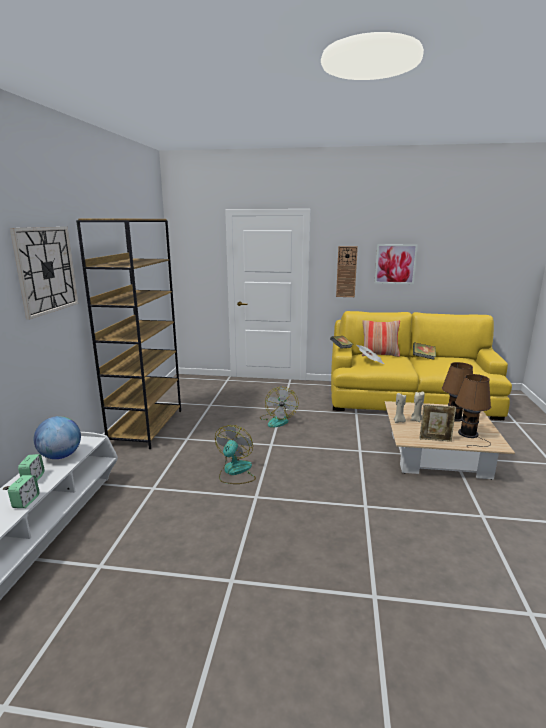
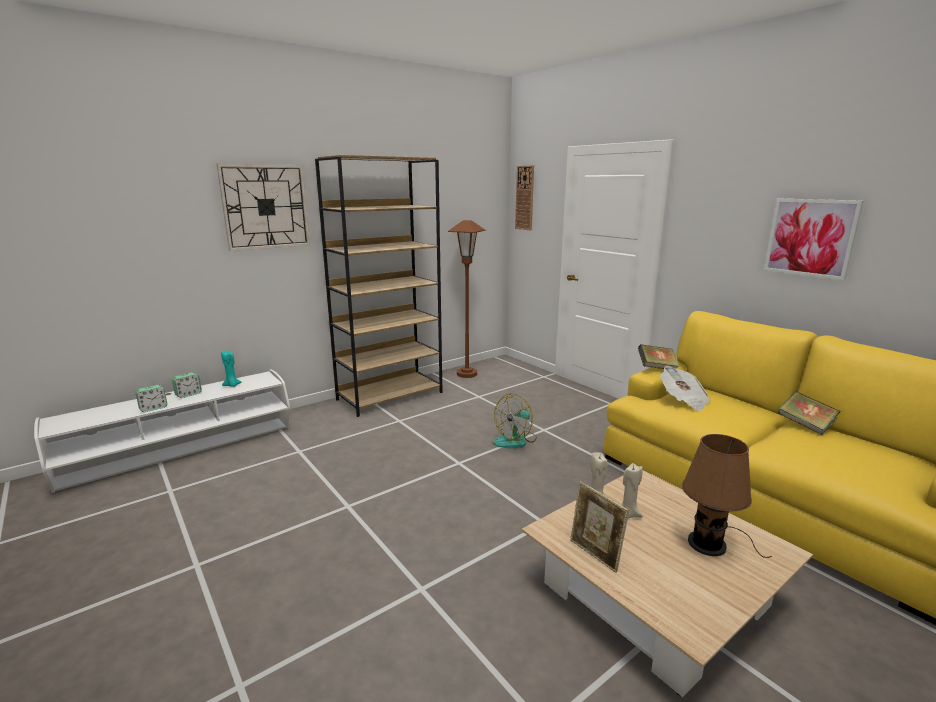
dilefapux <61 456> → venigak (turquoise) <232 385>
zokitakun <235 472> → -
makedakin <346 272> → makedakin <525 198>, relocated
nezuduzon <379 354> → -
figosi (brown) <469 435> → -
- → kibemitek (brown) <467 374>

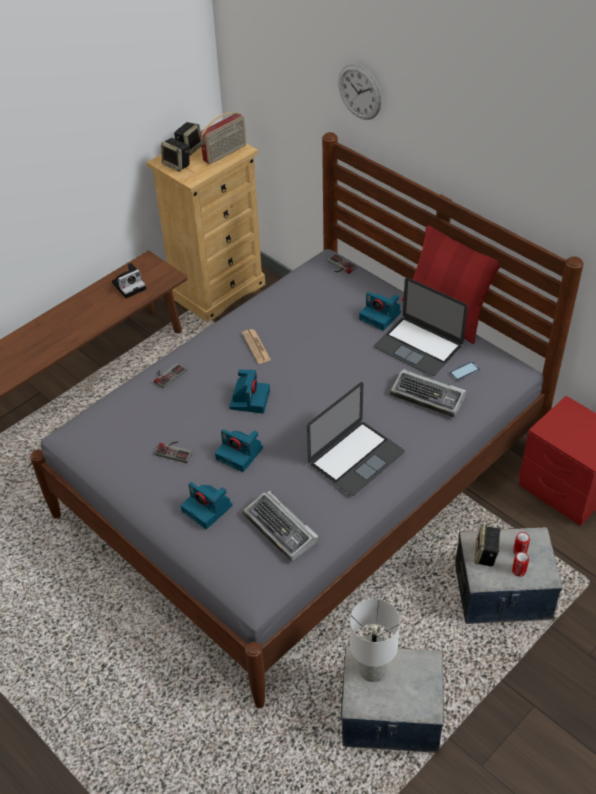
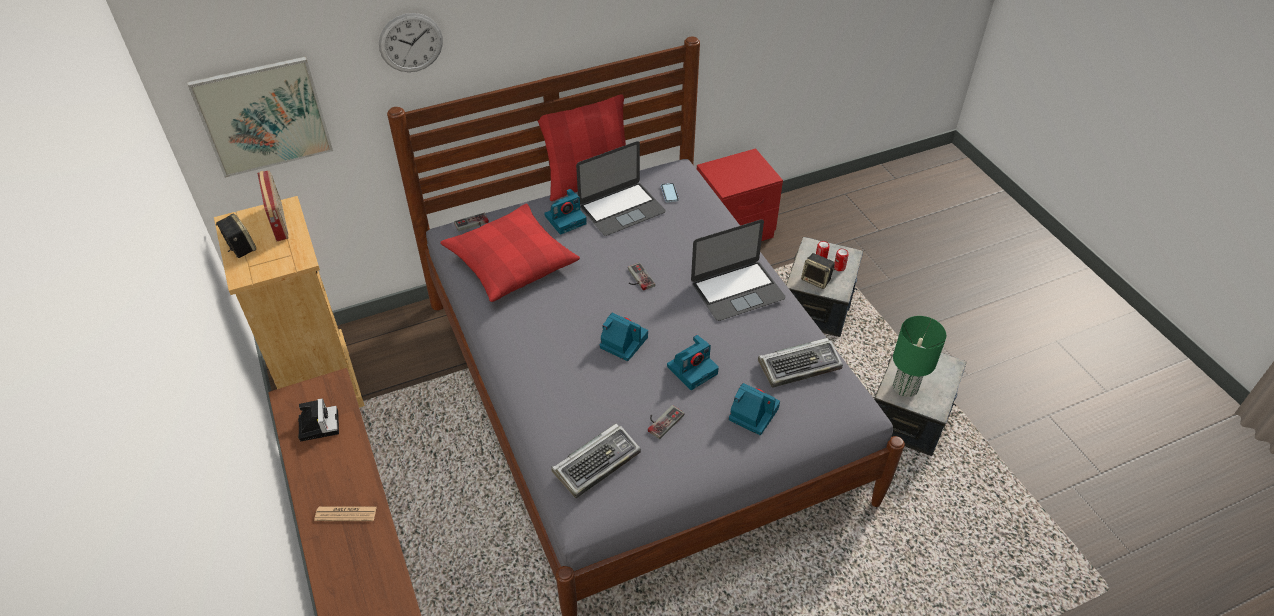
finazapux <167 374> → finazapux <637 278>, relocated
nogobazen <177 165> → -
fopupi <208 509> → fopupi <752 413>, 120 degrees counterclockwise
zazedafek <256 347> → zazedafek <346 514>, relocated
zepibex <356 458> → zepibex <737 290>, 90 degrees clockwise
figosi (white) <372 668> → figosi (green) <904 387>
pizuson <429 396> → pizuson <597 462>, relocated
- → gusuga <263 116>
- → nezuduzon (red) <511 262>

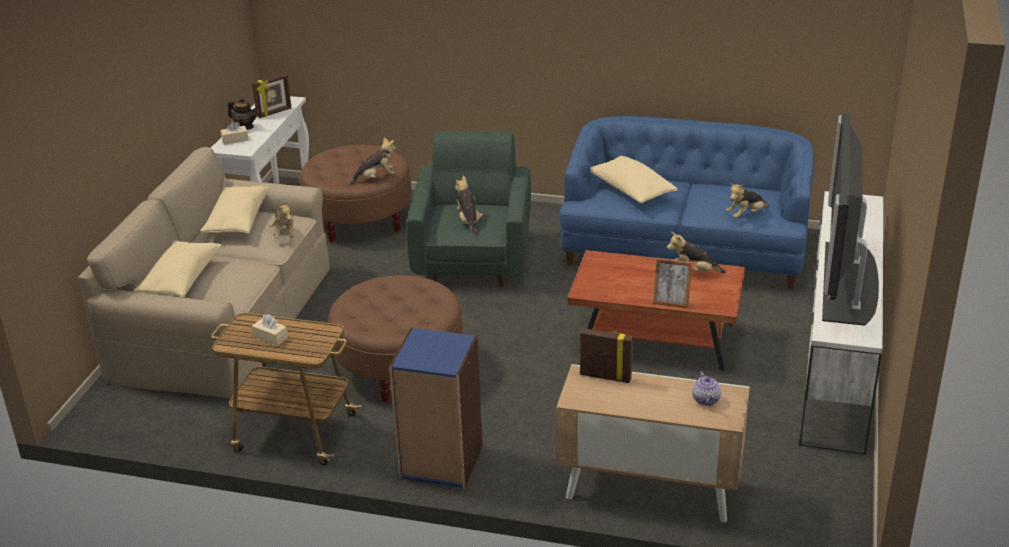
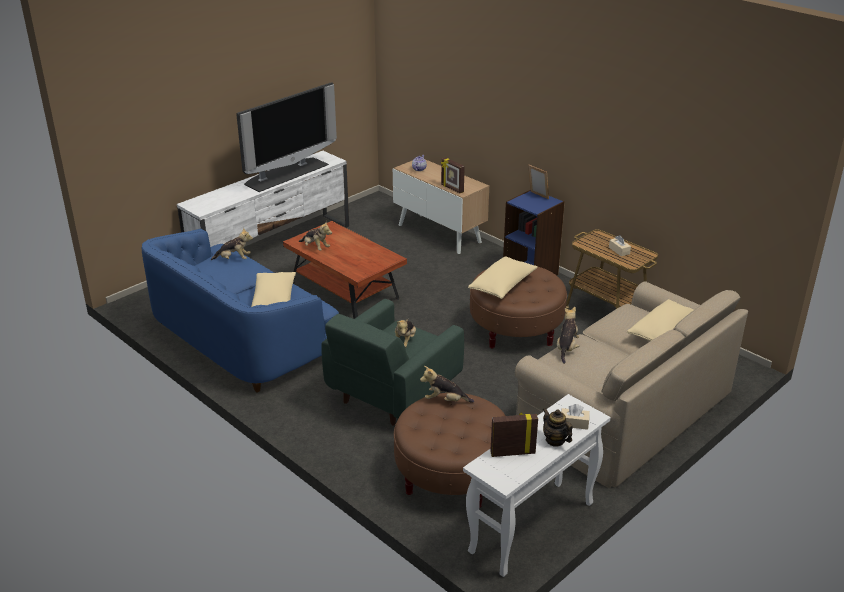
nezuduzon (beige) <237 221> → nezuduzon (beige) <502 286>, relocated
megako <671 303> → megako <537 196>, relocated

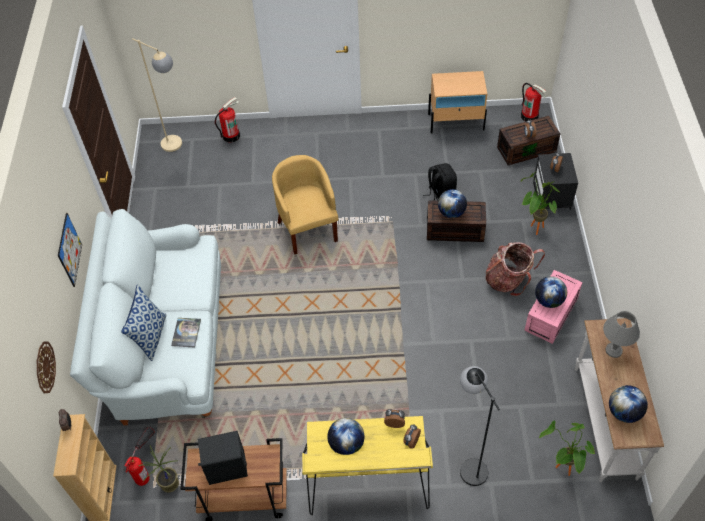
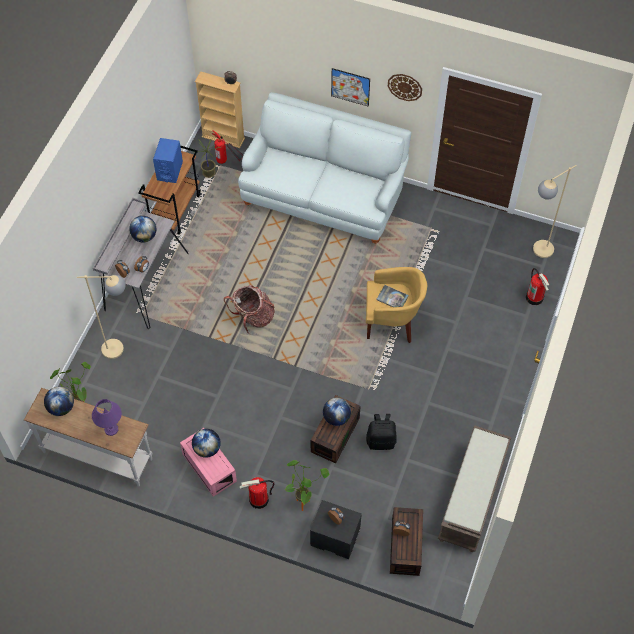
makedakin <45 367> → makedakin <405 87>, relocated
nezuduzon <150 336> → -
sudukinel <186 333> → sudukinel <392 298>, relocated
nogobazen (black) <226 468> → nogobazen (blue) <170 171>
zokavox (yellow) <367 482> → zokavox (grey) <144 282>
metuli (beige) <456 122> → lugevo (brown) <472 498>
kibemitek (black) <468 463> → kibemitek (beige) <120 349>
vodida <508 280> → vodida <253 317>, relocated
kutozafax <529 116> → kutozafax <258 500>, relocated
figosi (grey) <613 350> → figosi (purple) <111 428>

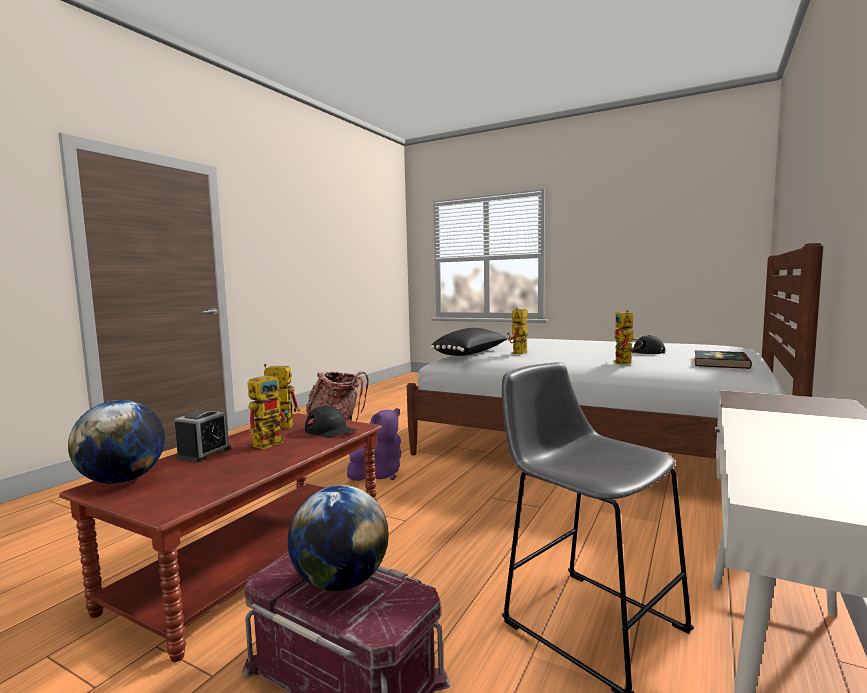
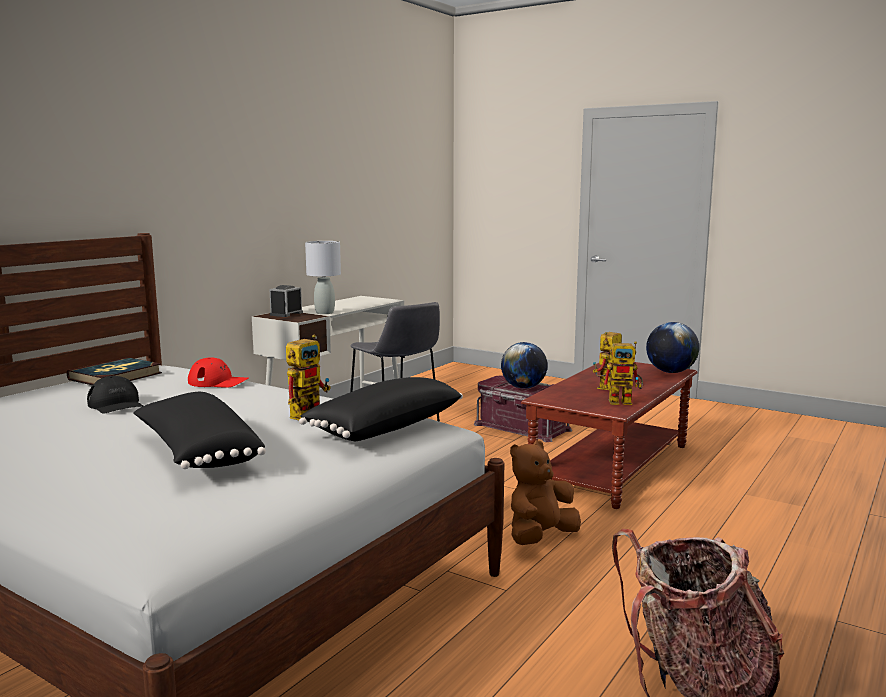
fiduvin <204 453> → fiduvin <286 314>, relocated
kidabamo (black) <330 430> → -
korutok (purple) <379 475> → korutok (brown) <540 537>
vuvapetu <625 363> → kidabamo (red) <218 382>
- → nezuduzon (black) <197 453>
- → figosi (grey) <325 312>

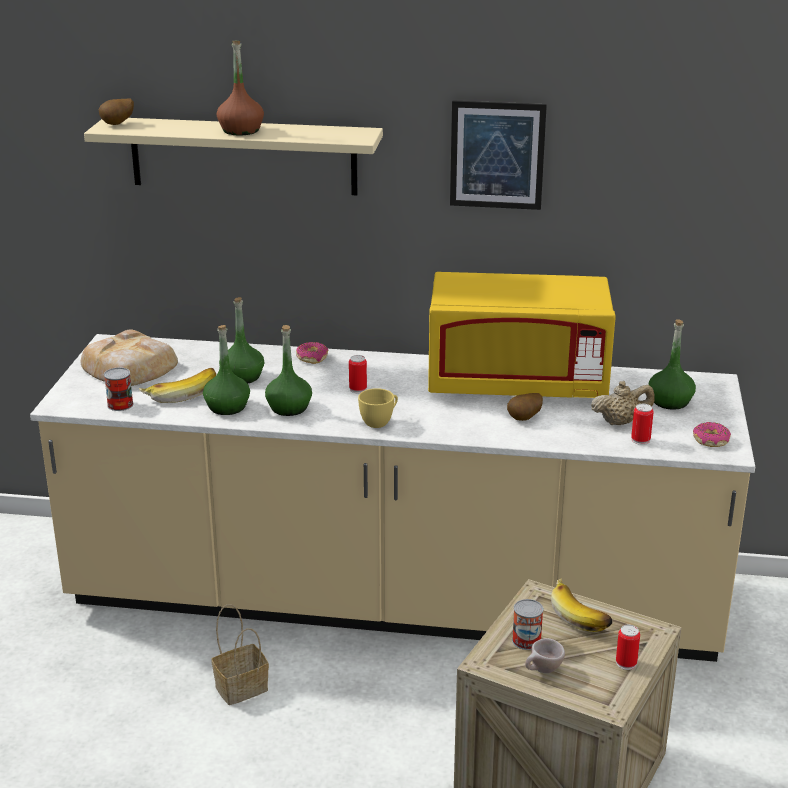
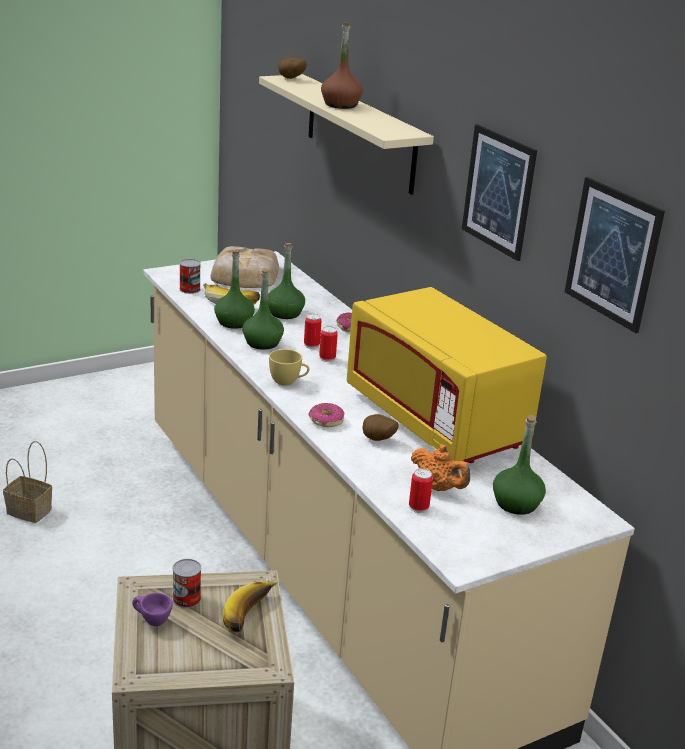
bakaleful <242 687> → bakaleful <31 511>, relocated
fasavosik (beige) <542 671> → fasavosik (purple) <151 621>
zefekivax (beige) <620 422> → zefekivax (orange) <438 488>
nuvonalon <626 663> → nuvonalon <311 345>, relocated
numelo <710 441> → numelo <326 421>, relocated
- → gusuga <612 254>

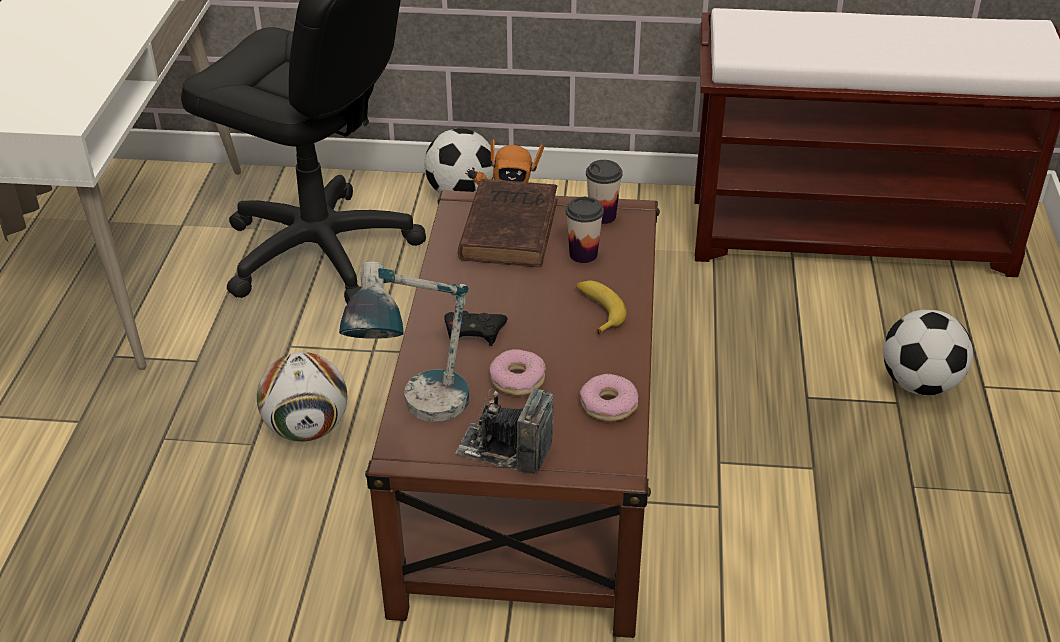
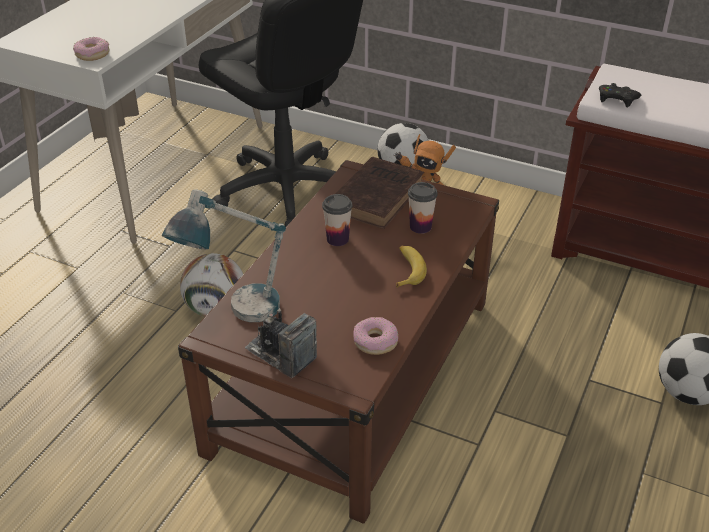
finazapux (black) <474 332> → finazapux (black) <617 99>, relocated
numelo <517 379> → numelo <92 54>, relocated
fasavosik <602 216> → fasavosik <337 239>, relocated

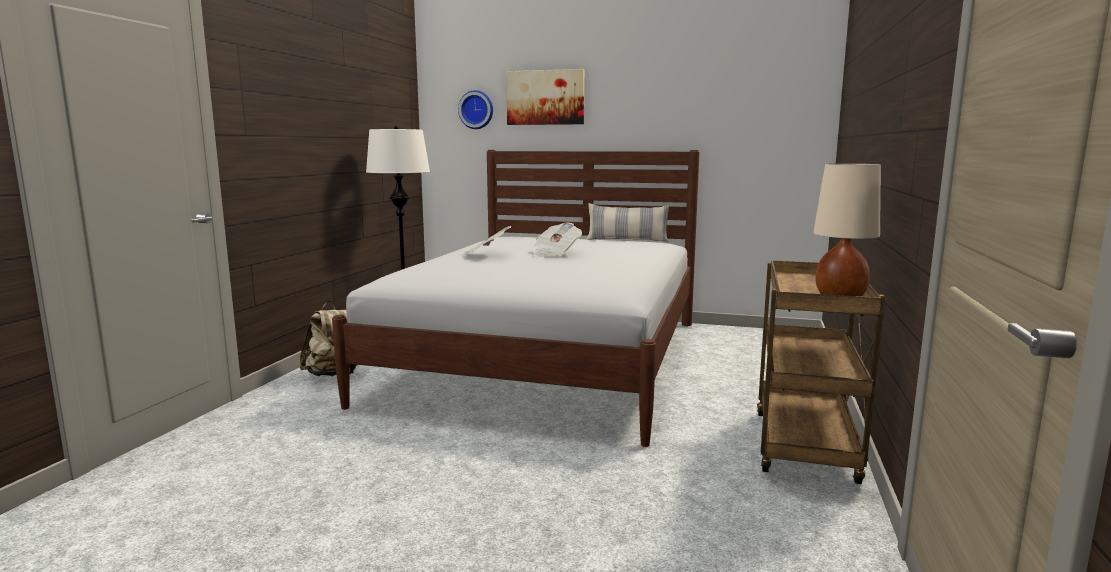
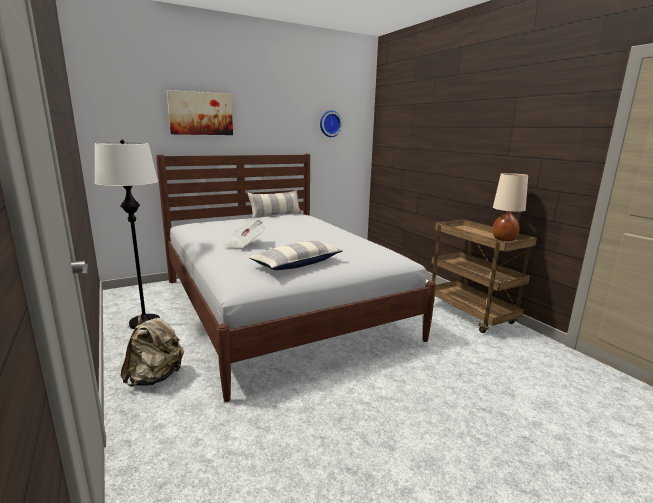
makedakin <477 110> → makedakin <330 124>, relocated
zazedafek <555 254> → -
- → nezuduzon <297 264>

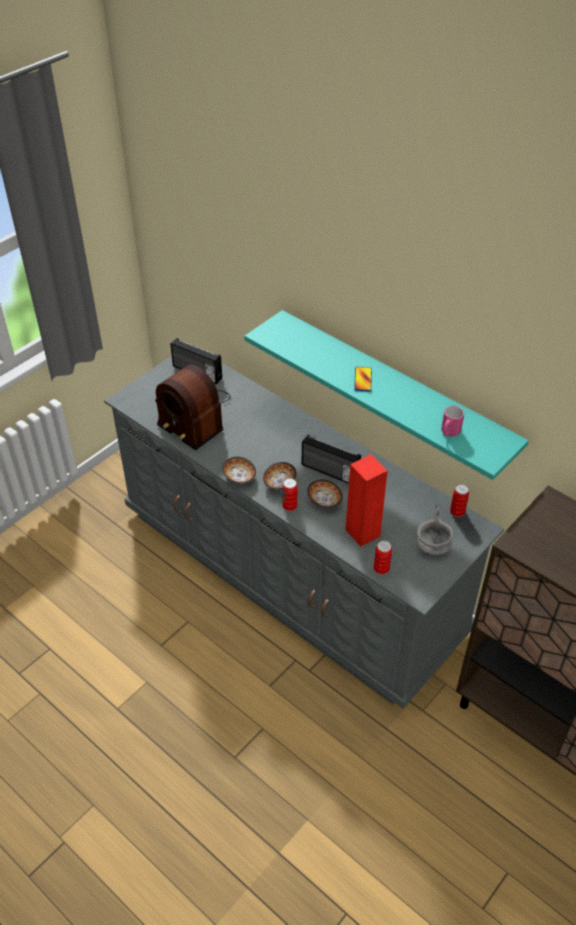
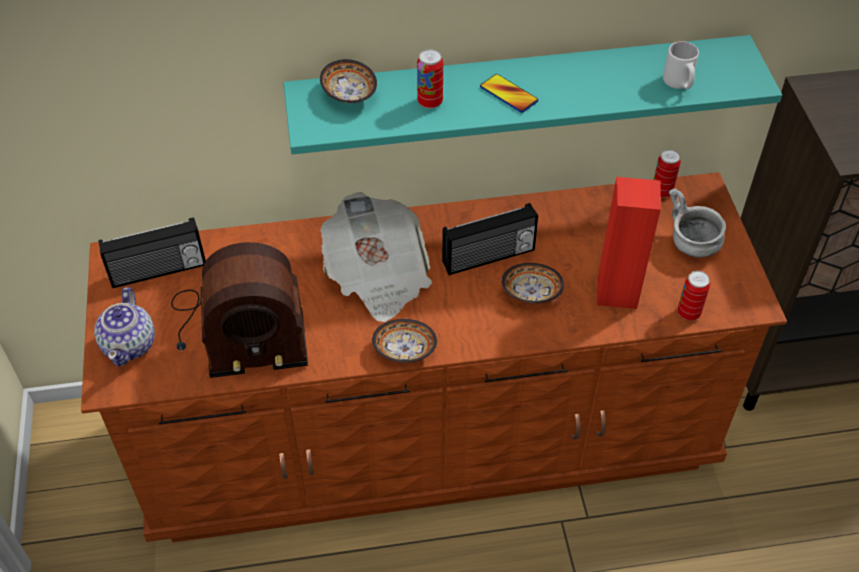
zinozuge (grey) <289 571> → zinozuge (brown) <428 435>
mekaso <280 482> → mekaso <350 93>, relocated
nuvonalon <289 506> → nuvonalon <430 102>, relocated
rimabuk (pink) <449 433> → rimabuk (white) <679 84>
- → zefekivax <130 344>
- → zazedafek <377 276>

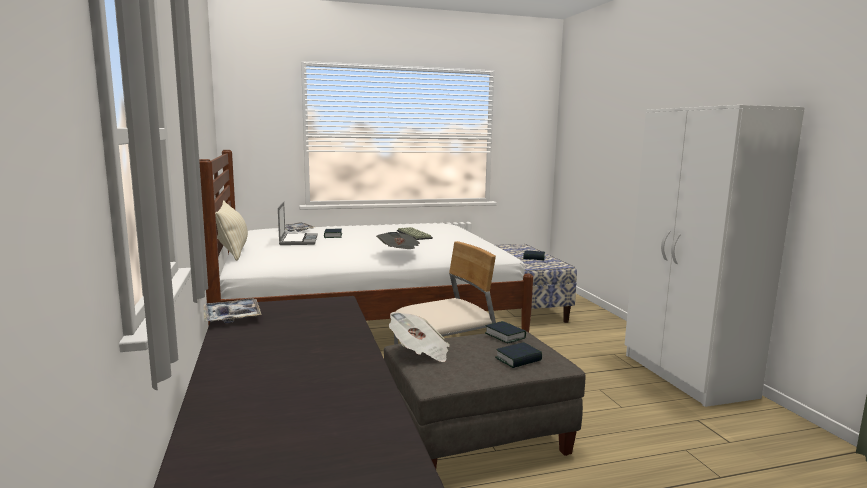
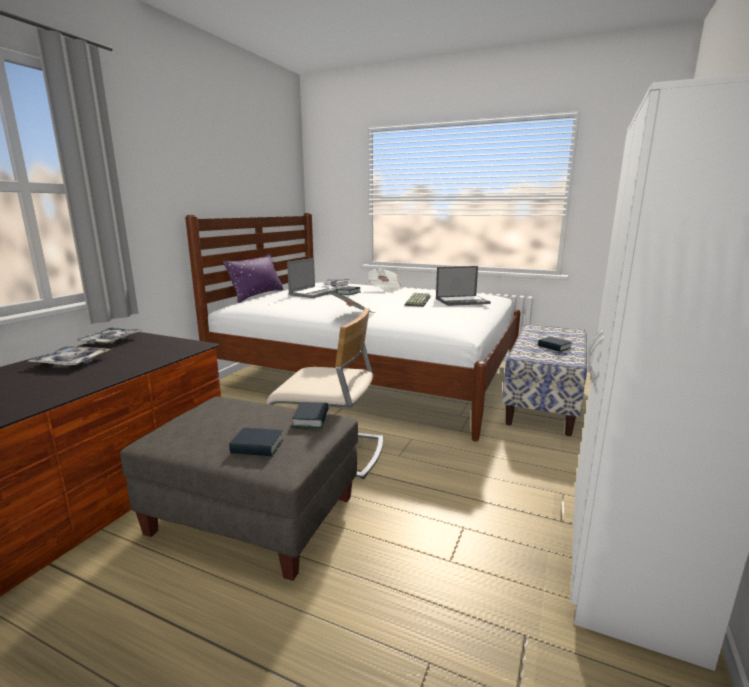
nezuduzon (beige) <232 251> → nezuduzon (purple) <257 295>
zazedafek <420 352> → zazedafek <385 290>, relocated
- → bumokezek <72 362>
- → zepibex <462 301>

